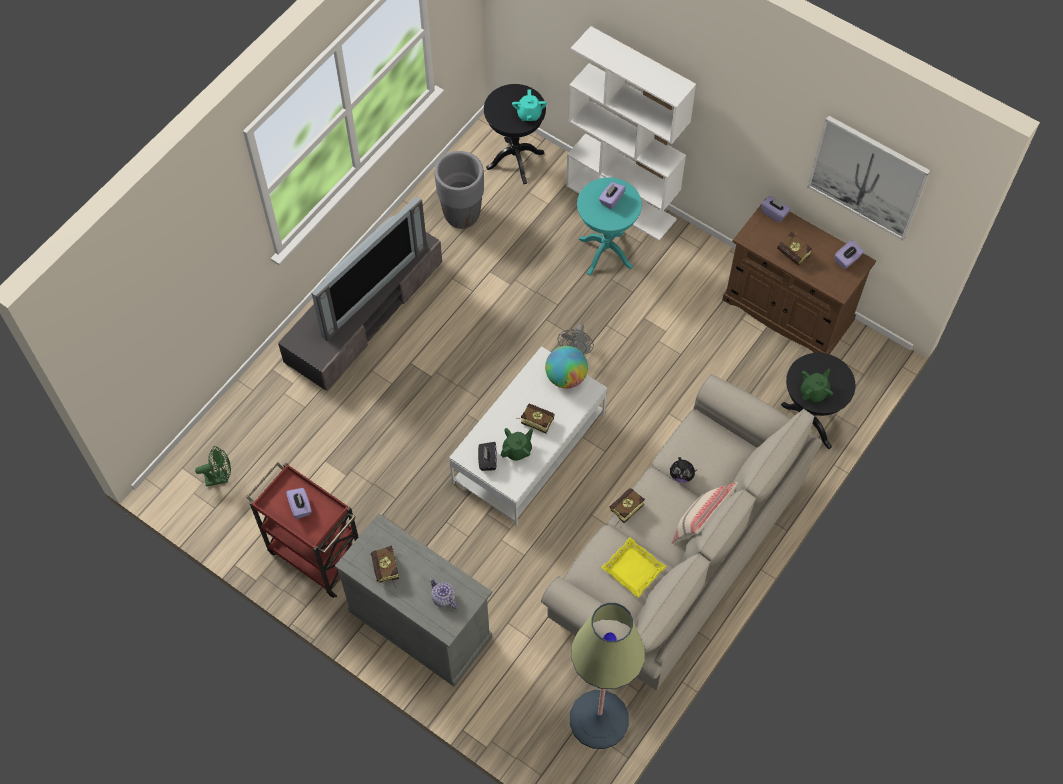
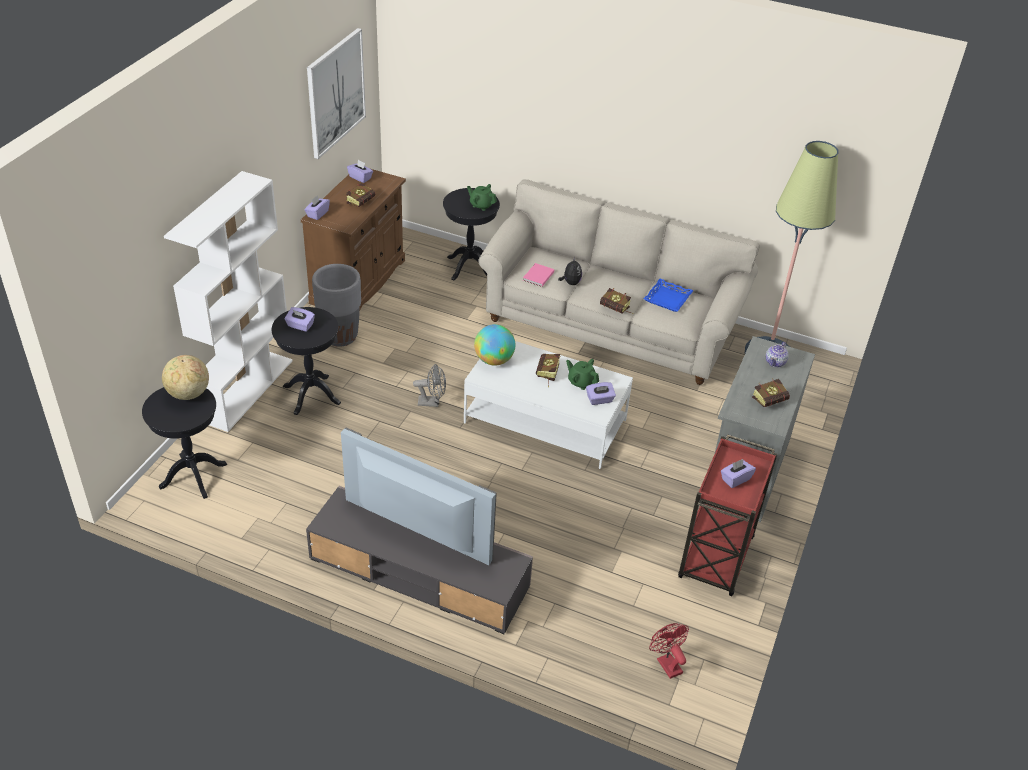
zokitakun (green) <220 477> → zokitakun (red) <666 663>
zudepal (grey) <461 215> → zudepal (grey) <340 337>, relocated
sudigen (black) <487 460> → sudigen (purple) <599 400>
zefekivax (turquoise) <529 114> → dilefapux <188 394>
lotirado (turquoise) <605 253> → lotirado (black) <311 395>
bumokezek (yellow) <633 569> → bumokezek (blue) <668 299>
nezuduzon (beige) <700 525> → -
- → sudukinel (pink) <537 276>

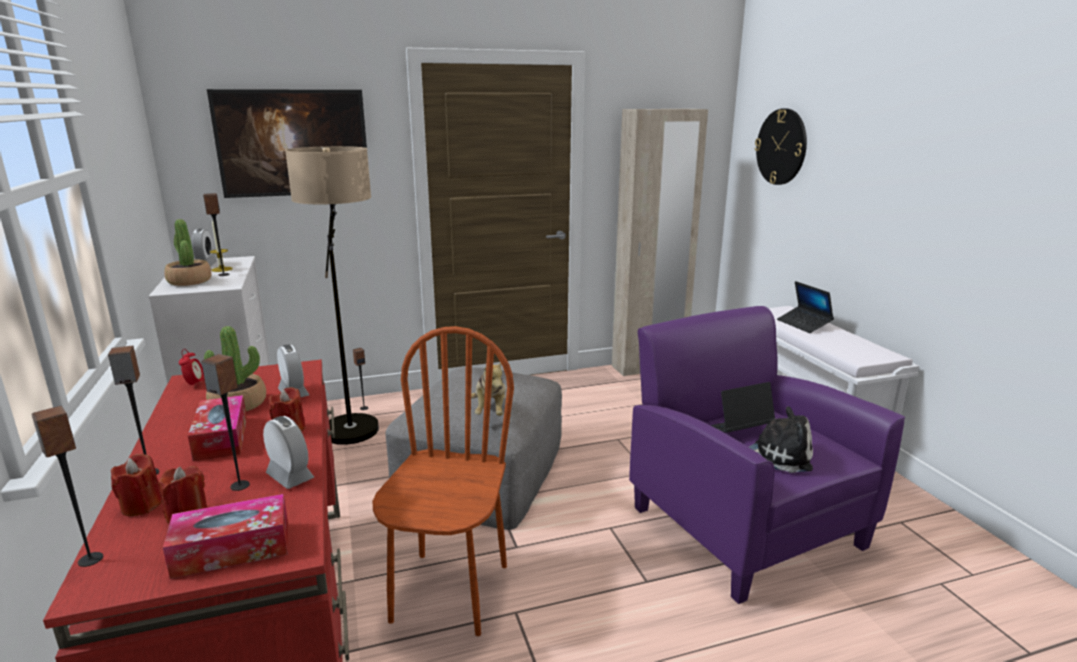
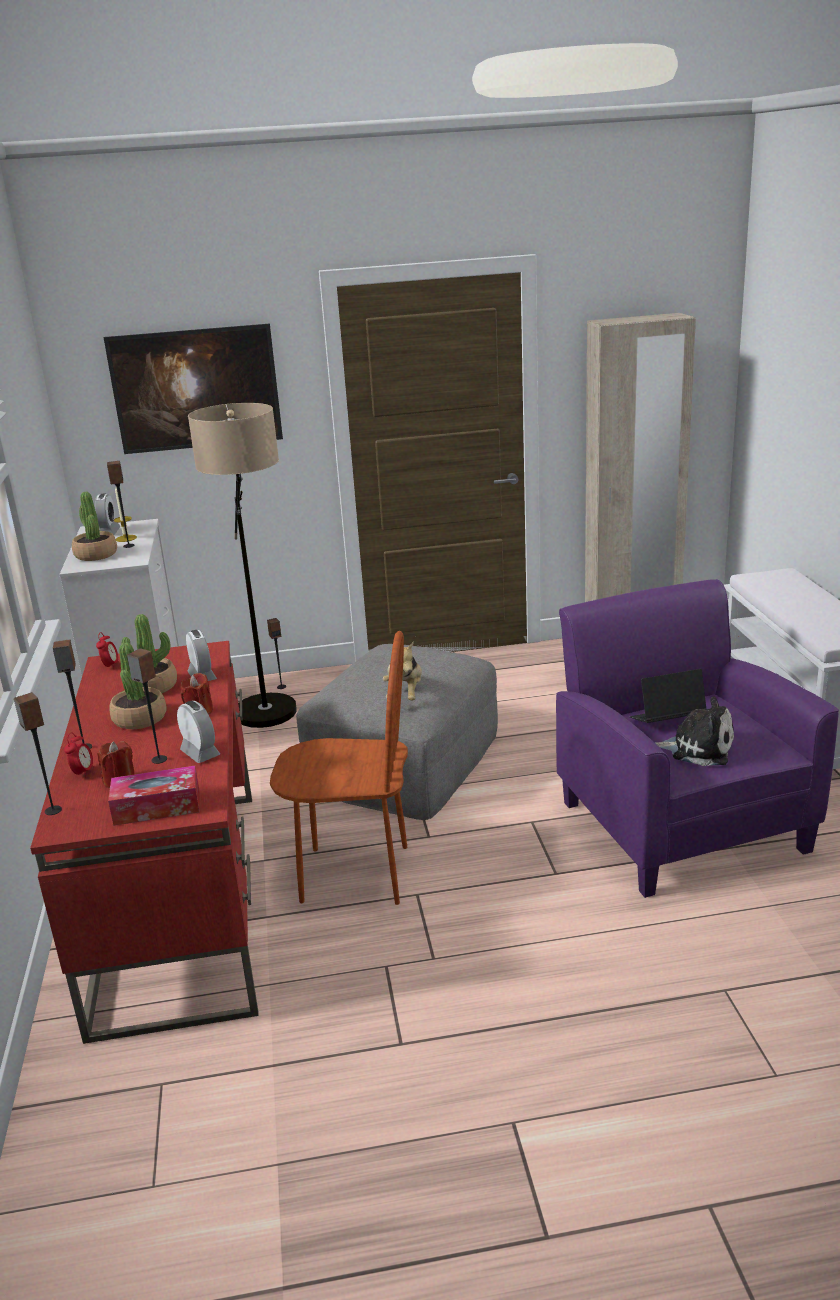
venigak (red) <142 505> → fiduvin <83 773>
sudigen <221 438> → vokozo <140 718>
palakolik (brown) <449 592> → palakolik (brown) <355 874>, 75 degrees clockwise
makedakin <781 147> → -
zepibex <804 324> → -

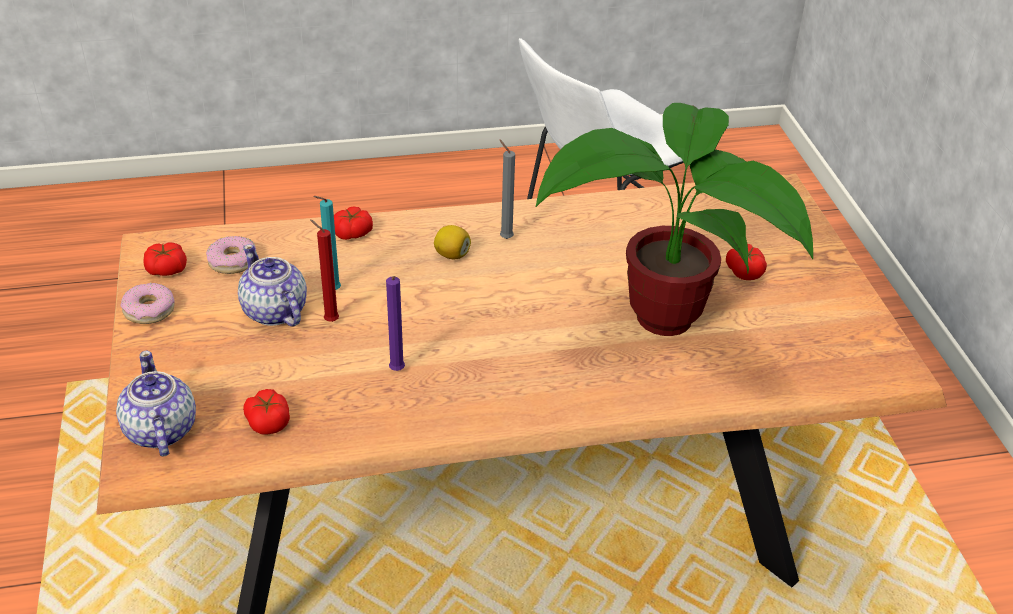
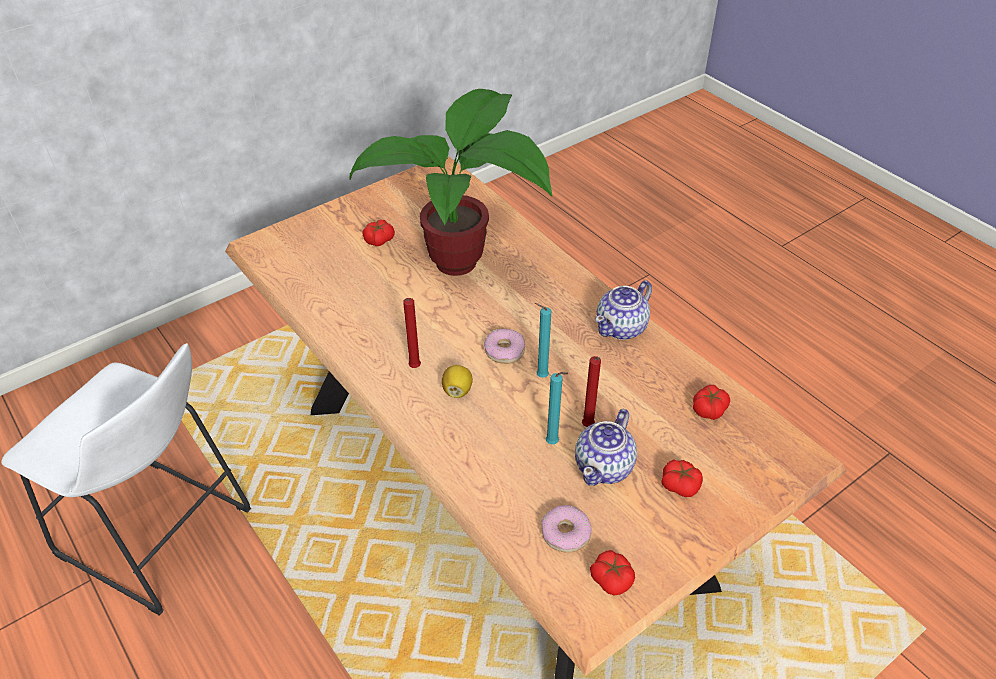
zefekivax <160 431> → zefekivax <622 327>, relocated
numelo <149 310> → numelo <504 351>, relocated
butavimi <352 233> → butavimi <680 484>, relocated
venigak (purple) <396 372> → -
venigak (grey) <504 238> → venigak (red) <414 368>
- → venigak (turquoise) <540 376>

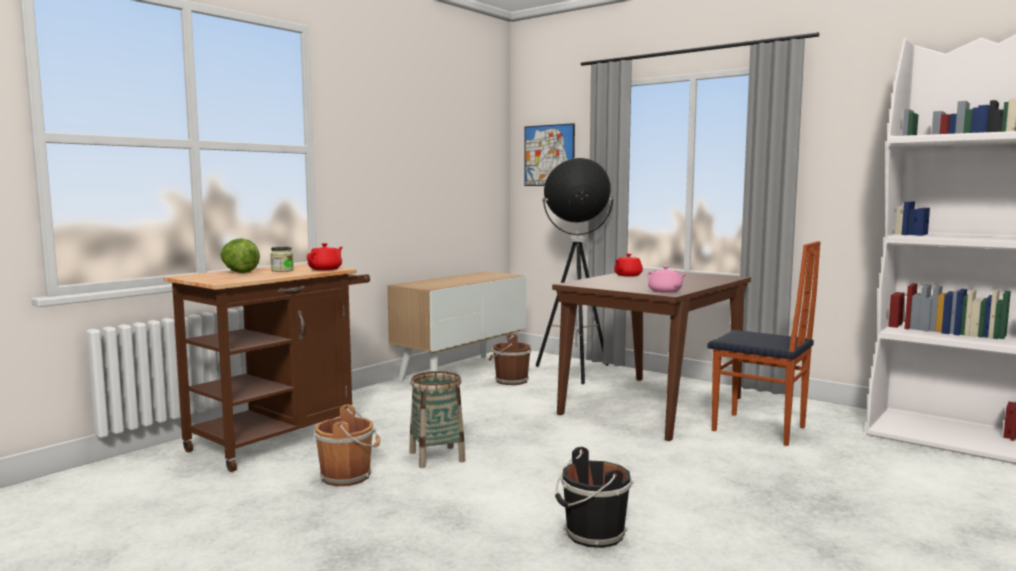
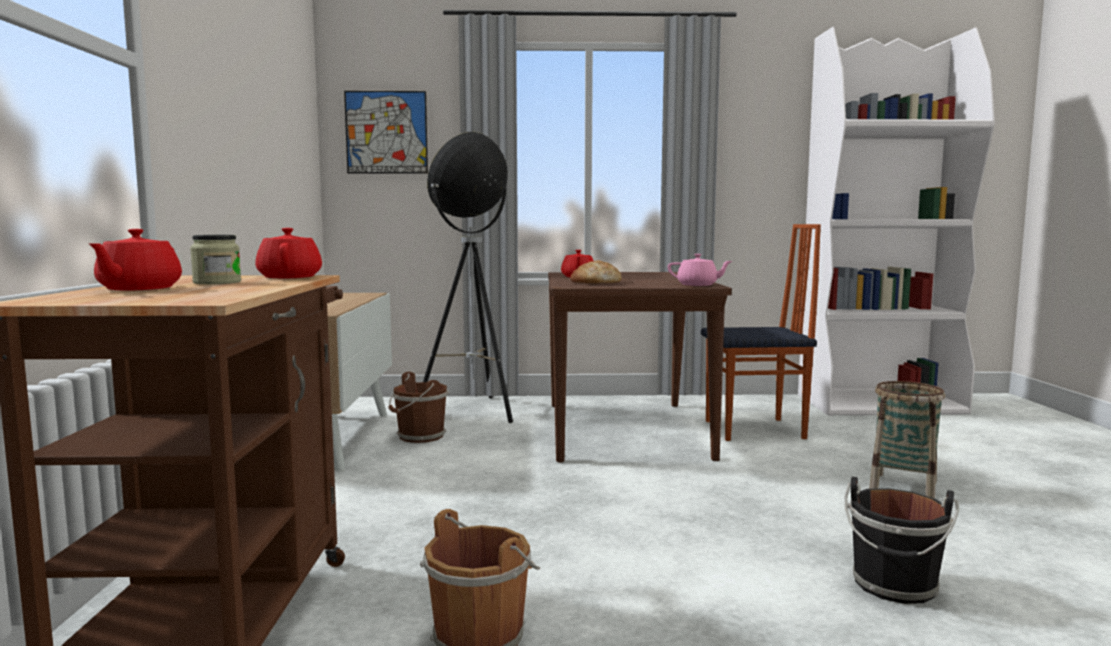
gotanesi <239 272> → zefekivax (red) <138 289>
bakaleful <437 457> → bakaleful <903 486>, relocated
- → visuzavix <595 282>

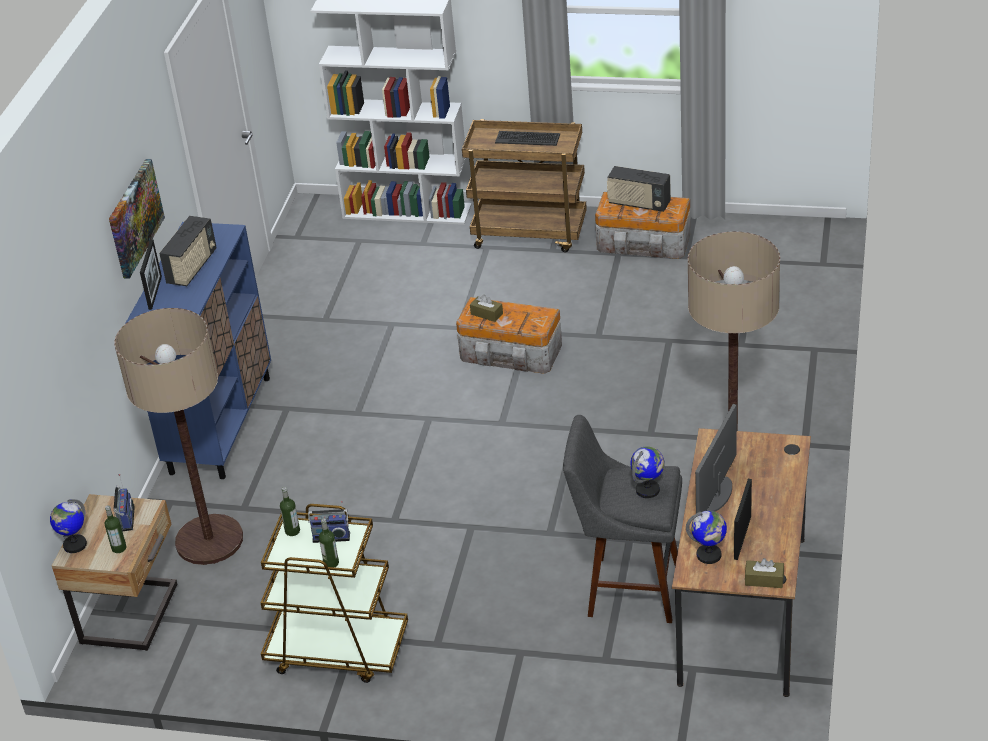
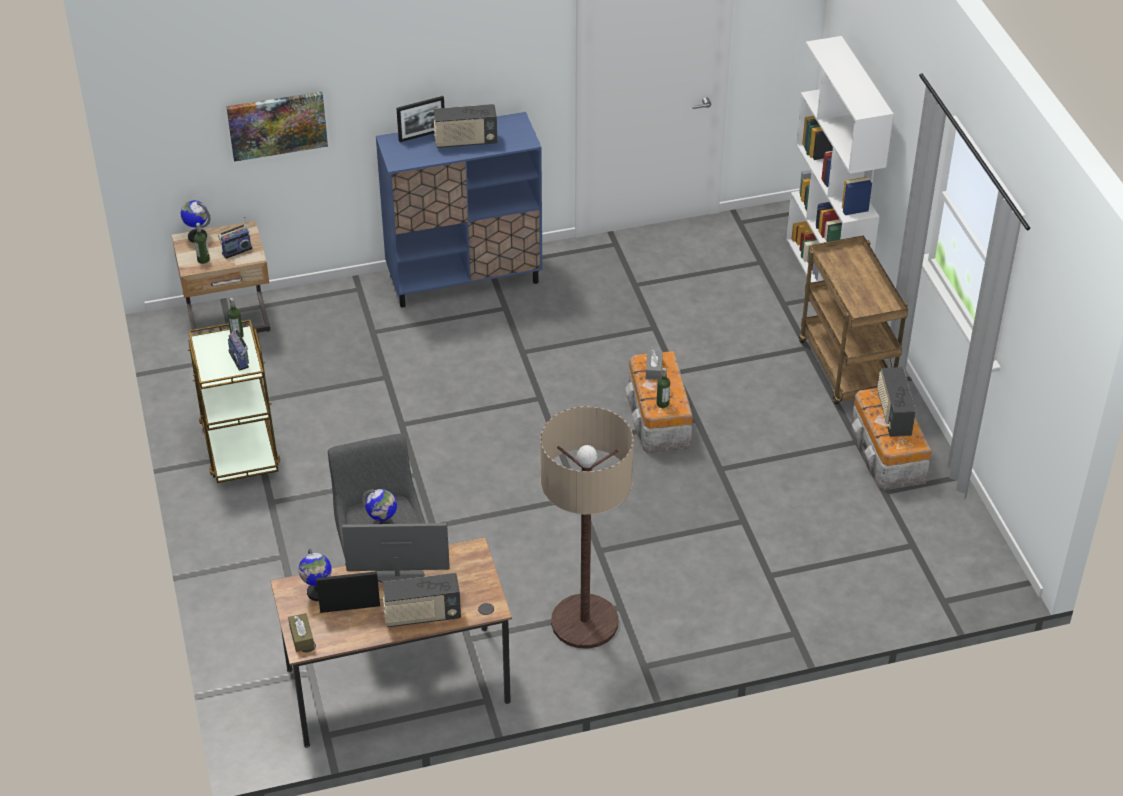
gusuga <134 218> → gusuga <277 125>, relocated
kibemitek <209 540> → -
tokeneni <331 563> → tokeneni <662 404>, relocated
sudigen (brown) <486 314> → sudigen (grey) <654 370>
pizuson <527 138> → -
- → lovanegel <422 615>

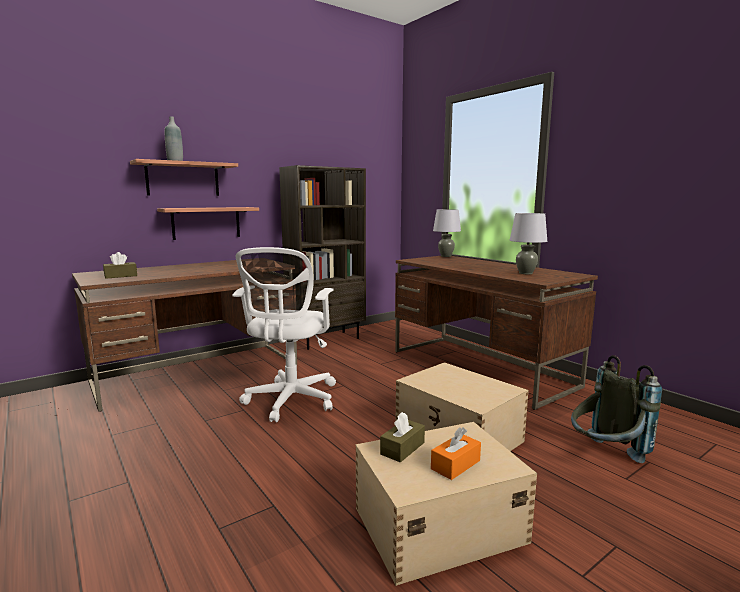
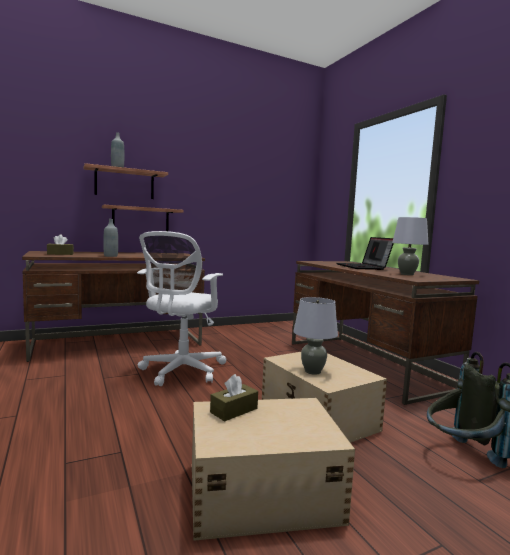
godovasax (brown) <326 340> → -
sudigen (orange) <455 465> → -
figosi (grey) <446 256> → figosi (grey) <313 371>, relocated
- → tokeneni (grey) <110 256>
- → zepibex <363 267>

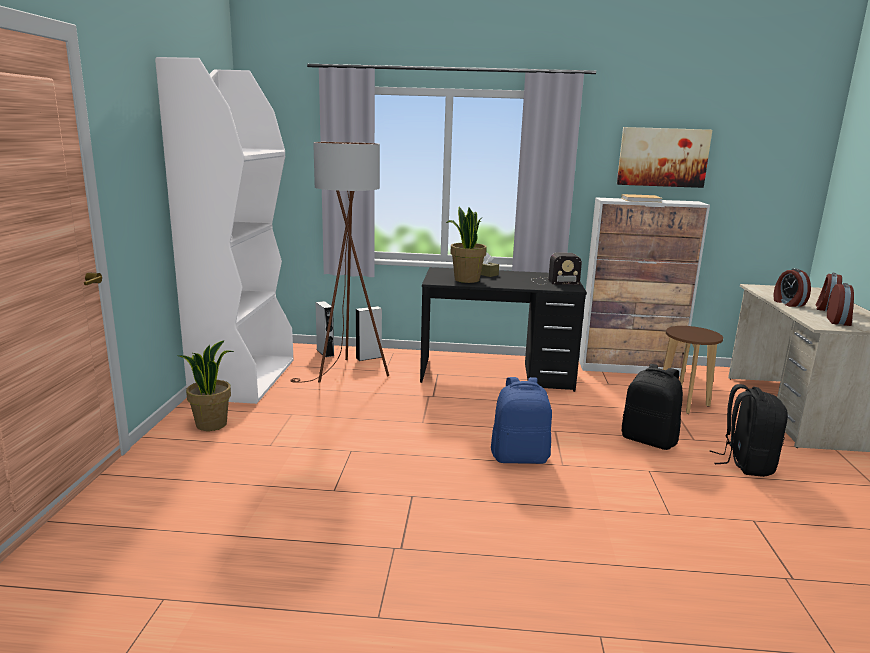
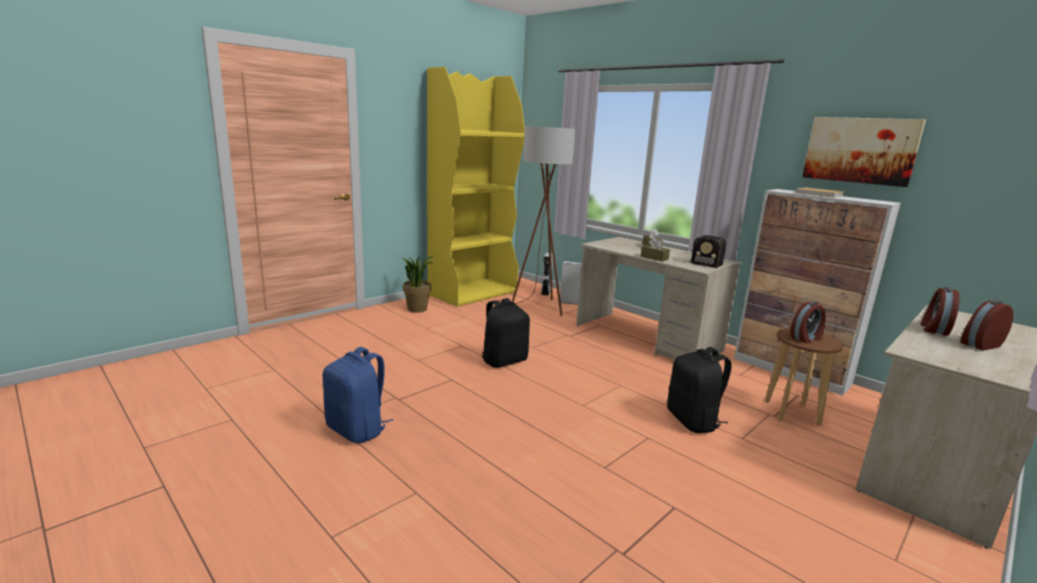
godovasax (white) <244 378> → godovasax (yellow) <473 292>
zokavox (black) <496 374> → zokavox (beige) <647 338>
vokozo <466 280> → -
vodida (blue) <520 457> → vodida (blue) <358 430>, relocated
vodida (black) <745 464> → vodida (black) <504 361>, relocated
fiduvin <838 321> → fiduvin <806 338>, relocated
- → sudigen (brown) <654 258>

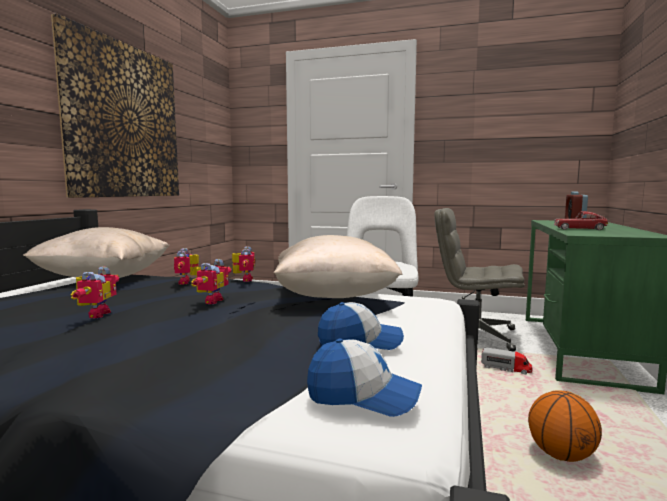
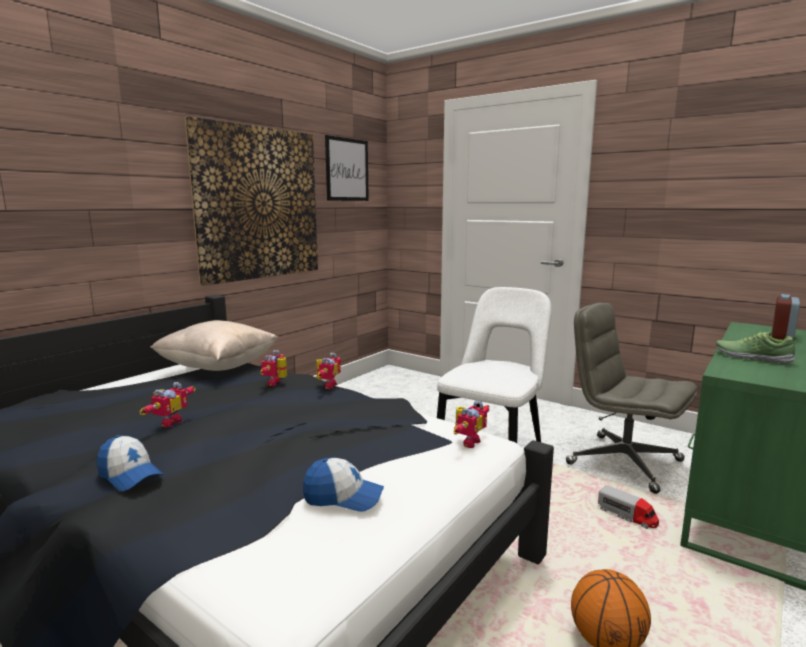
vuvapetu <210 301> → vuvapetu <467 442>, relocated
nezuduzon (beige) <333 296> → -
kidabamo <363 397> → kidabamo <130 475>, relocated
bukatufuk <579 229> → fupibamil <752 358>
- → gusuga <347 169>

